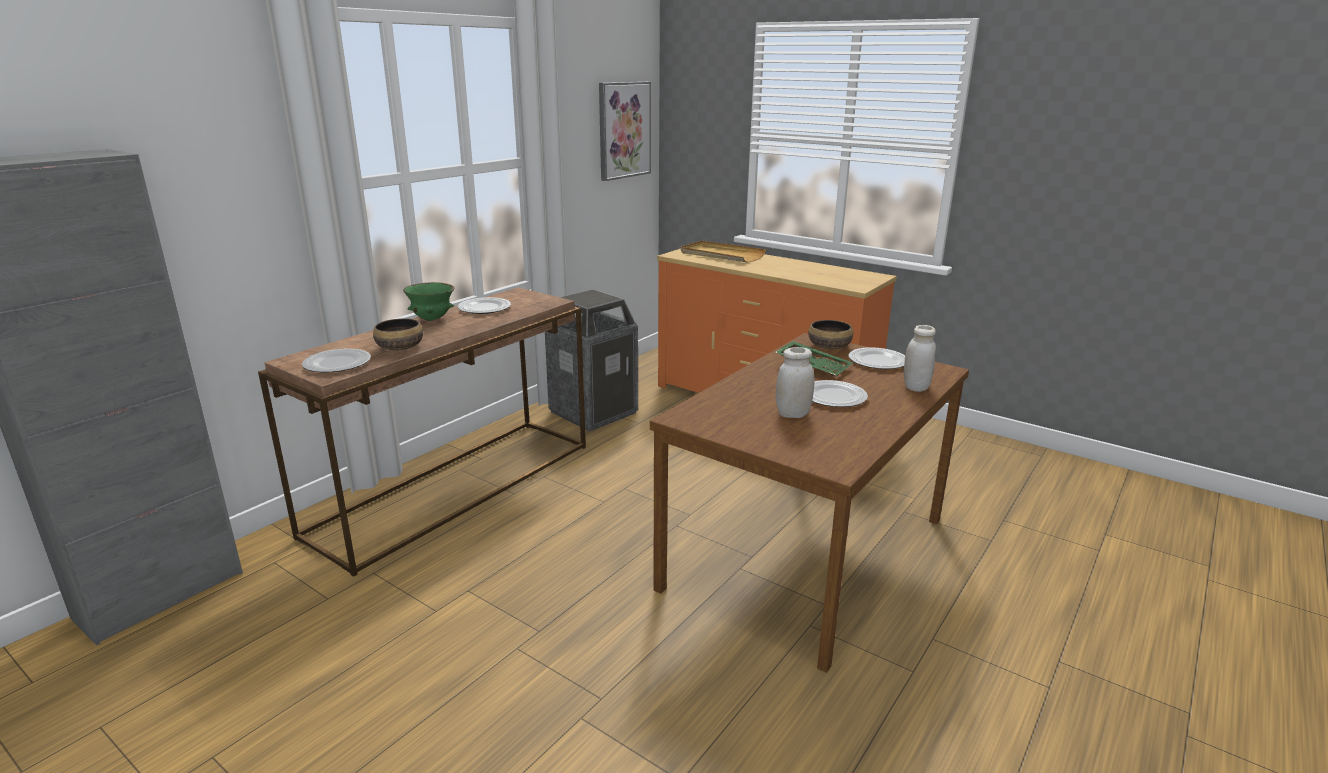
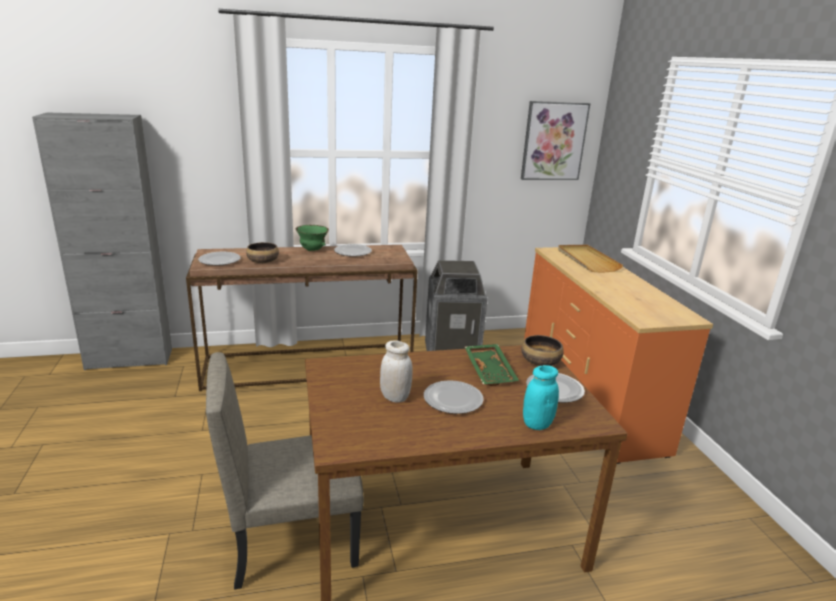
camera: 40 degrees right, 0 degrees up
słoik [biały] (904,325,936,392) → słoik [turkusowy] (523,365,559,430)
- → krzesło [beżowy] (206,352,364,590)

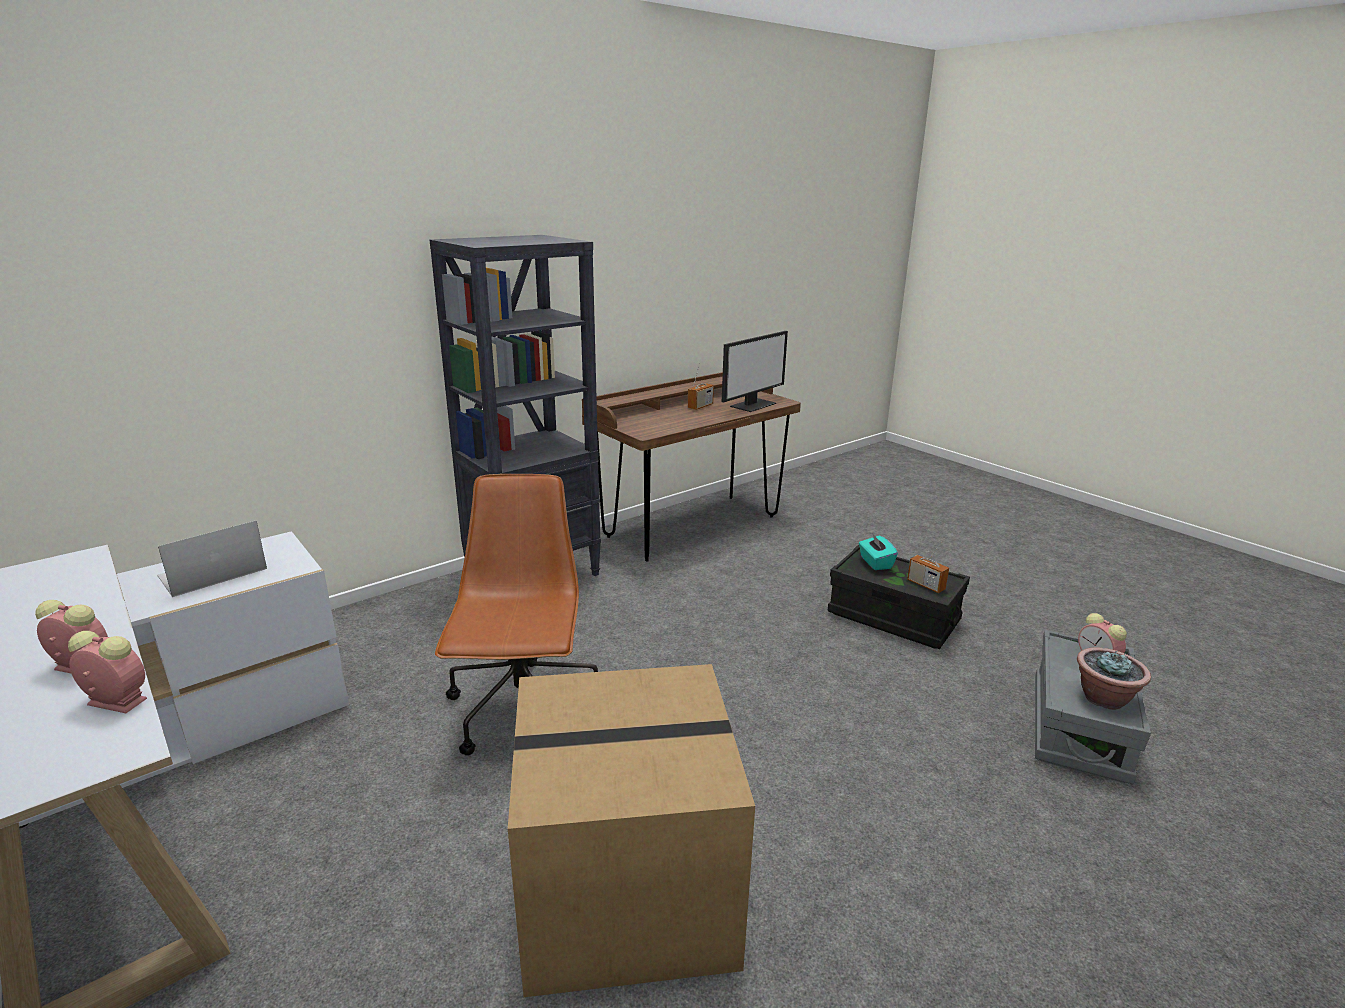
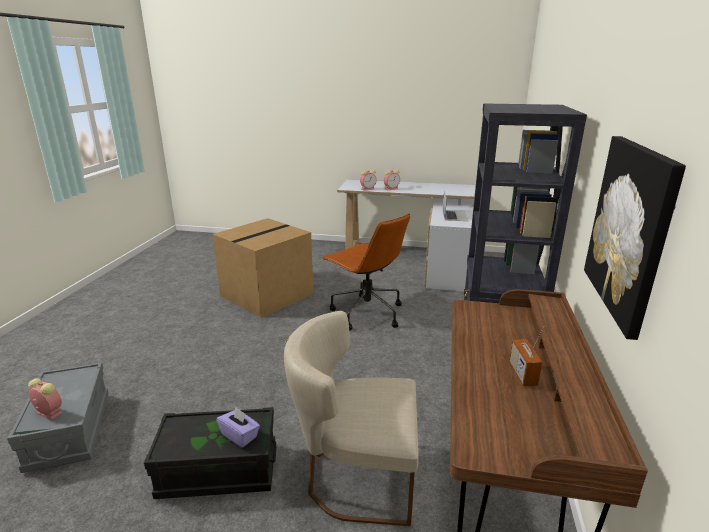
camera: 140 degrees right, 0 degrees up
monitor (722,331,788,412) → -
pudełko chusteczek [turkusowy] (859,533,898,570) → pudełko chusteczek [fioletowy] (216,406,260,448)
radio (907,538,949,593) → -
roślina doniczkowa (1077,647,1151,710) → -
- → obraz (584,136,686,340)
- → krzesło [beżowy] (284,311,419,526)

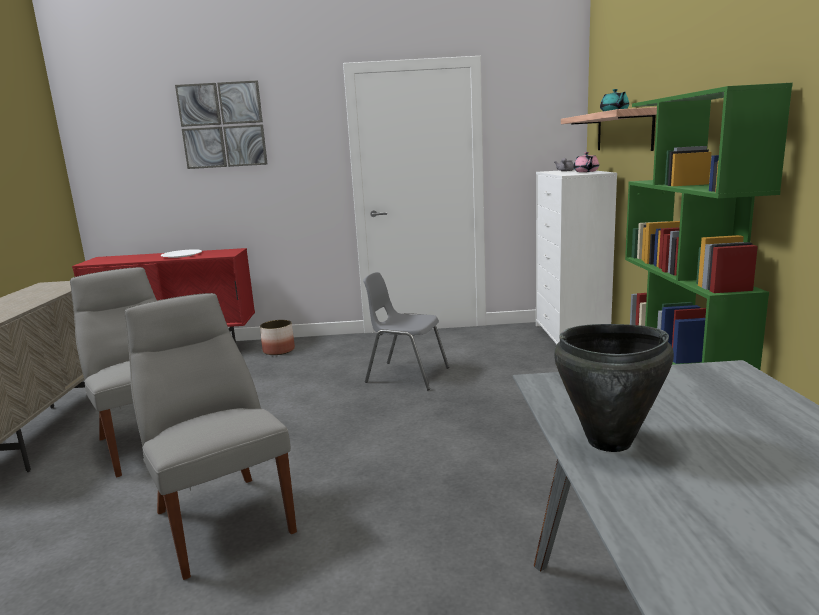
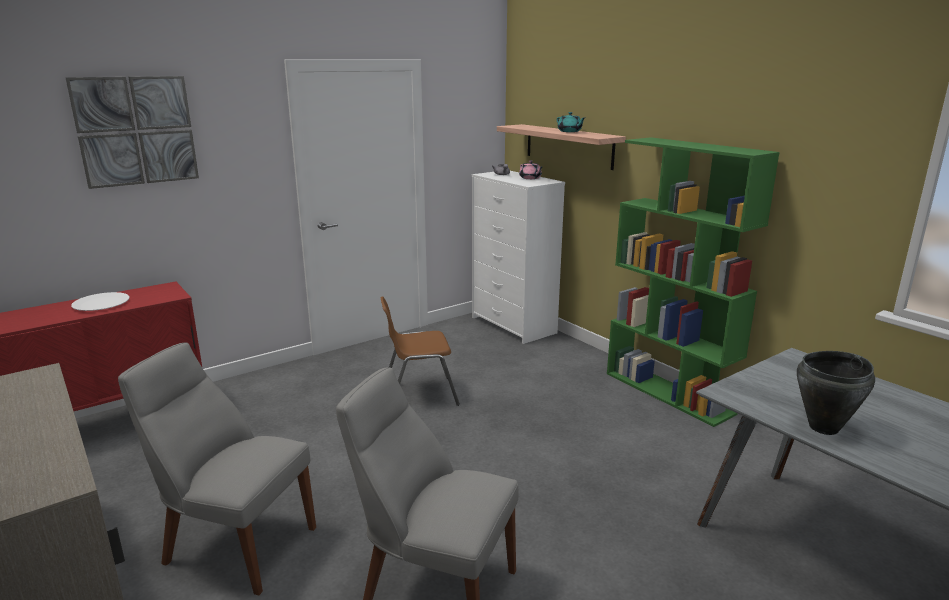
camera: 35 degrees left, 5 degrees up
krzesło [szary] (363,272,449,390) → krzesło [brązowy] (380,296,460,406)
donica (260,320,295,355) → -

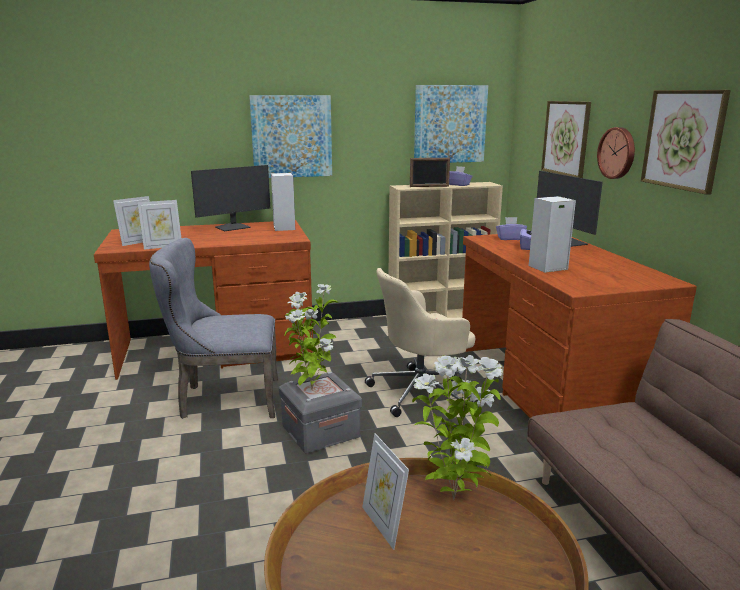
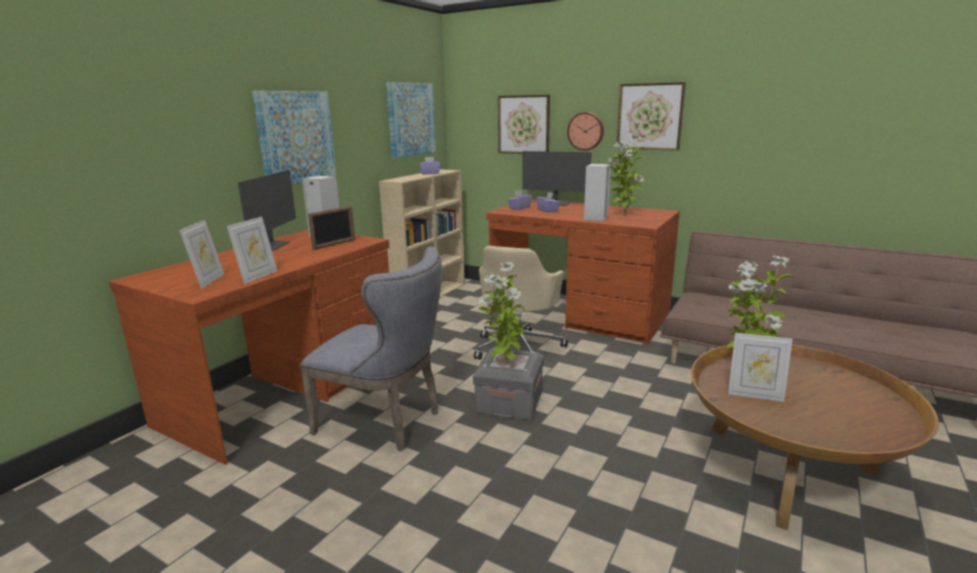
camera: 45 degrees left, 0 degrees up
ramka na zdjęcie (410,158,450,187) → ramka na zdjęcie (308,206,355,250), moved
krzesło [szary] (149,238,278,419) → krzesło [szary] (300,247,442,451), 105 degrees counterclockwise
- → roślina doniczkowa (608,135,644,214)

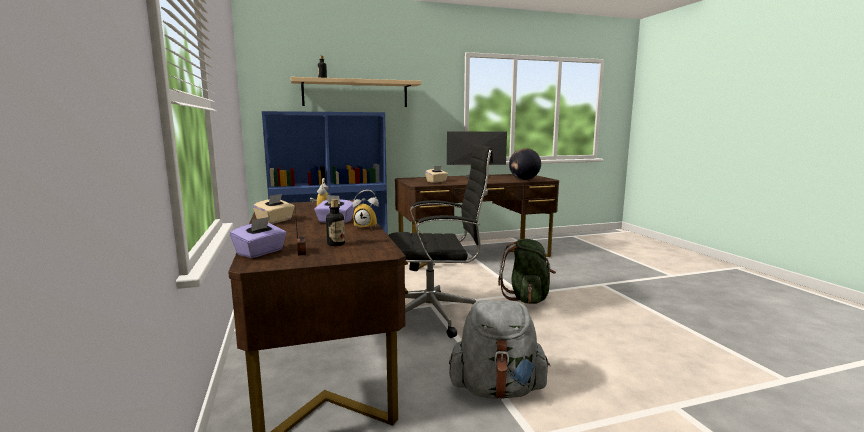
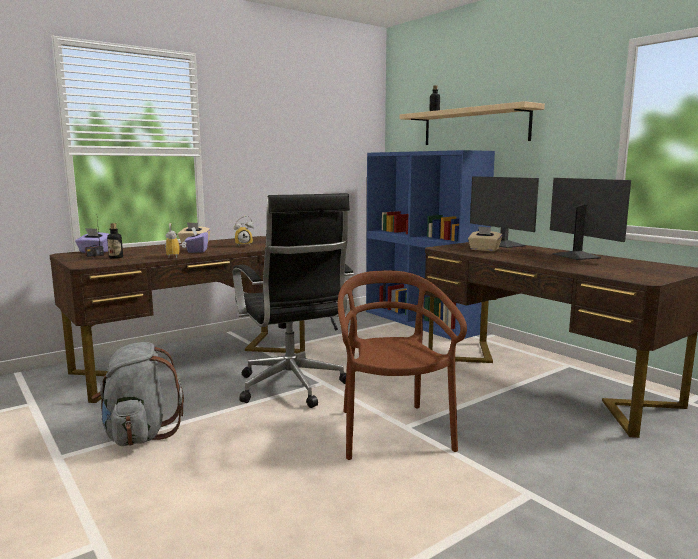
camera: 70 degrees right, 0 degrees up
globus (509,148,541,180) → -
plecak [zielony] (498,239,556,304) → krzesło [brązowy] (338,271,467,460)
- → monitor (470,176,539,248)

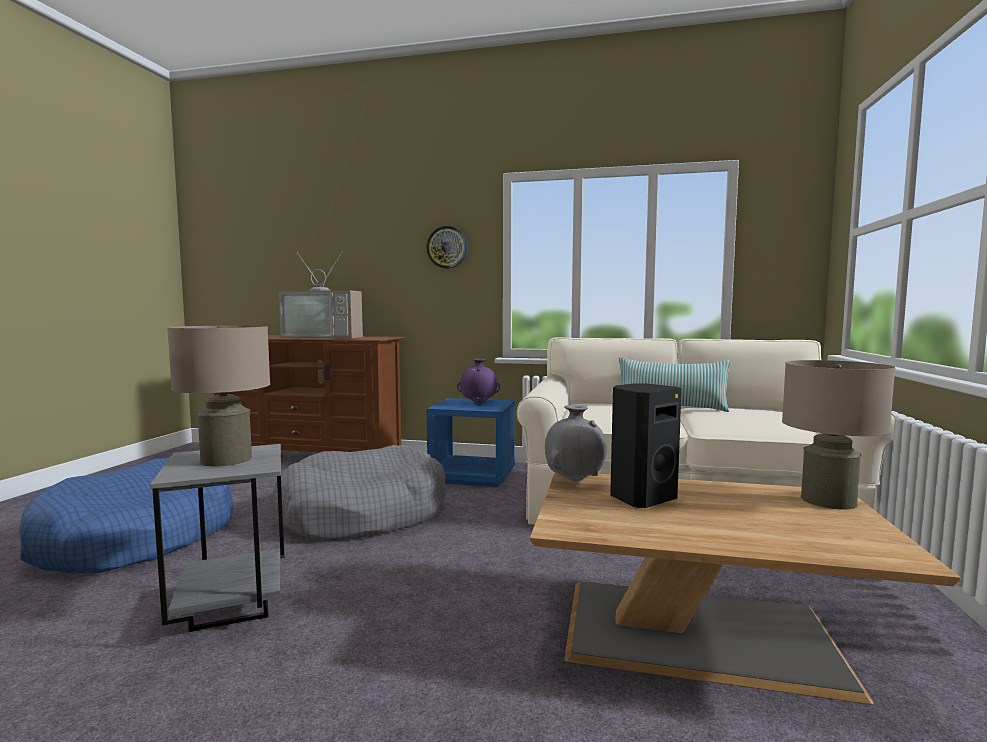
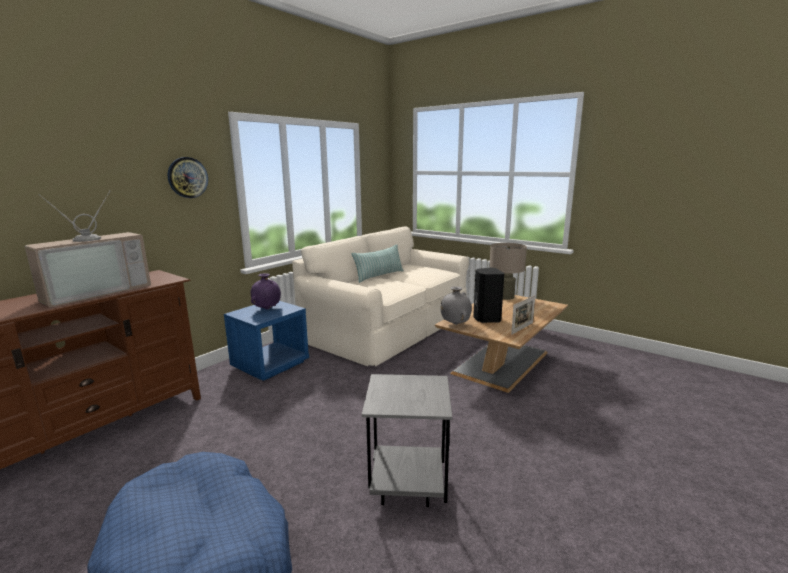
camera: 65 degrees left, 10 degrees up
lampa stołowa [beżowy] (167,326,270,466) → -
legowisko [szary] (272,445,446,540) → -
- → ramka na zdjęcie (511,295,535,334)

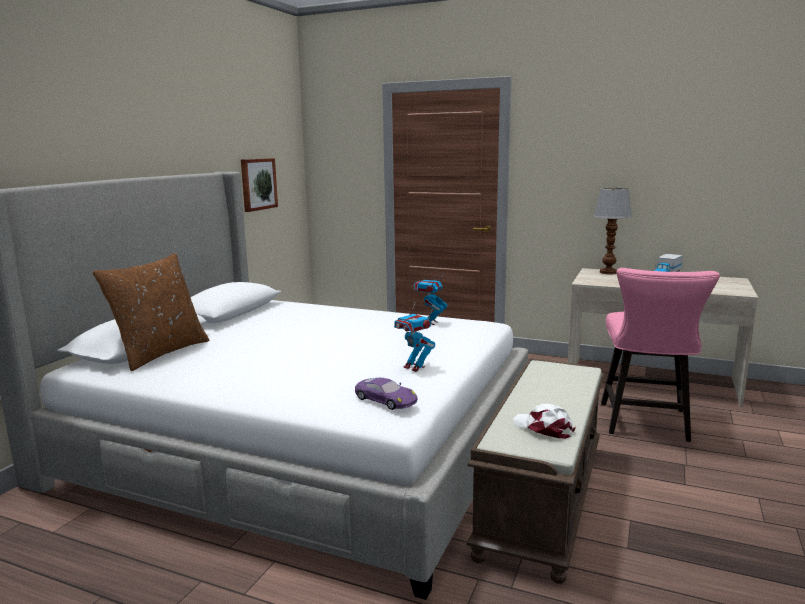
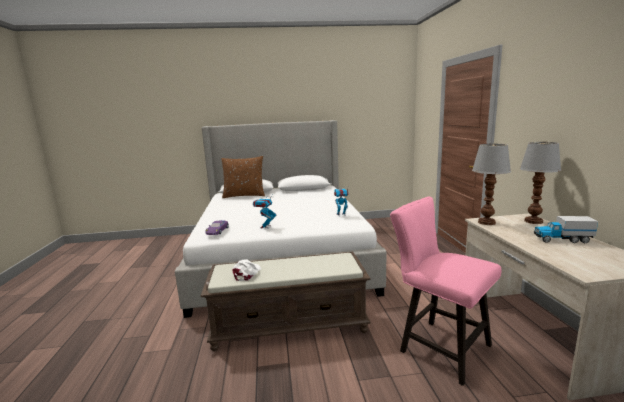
camera: 60 degrees right, 0 degrees up
obraz (241,158,278,212) → -
krzesło [różowy] (601,268,720,442) → krzesło [różowy] (390,197,502,386), 60 degrees clockwise
- → lampa stołowa (472,144,511,225)

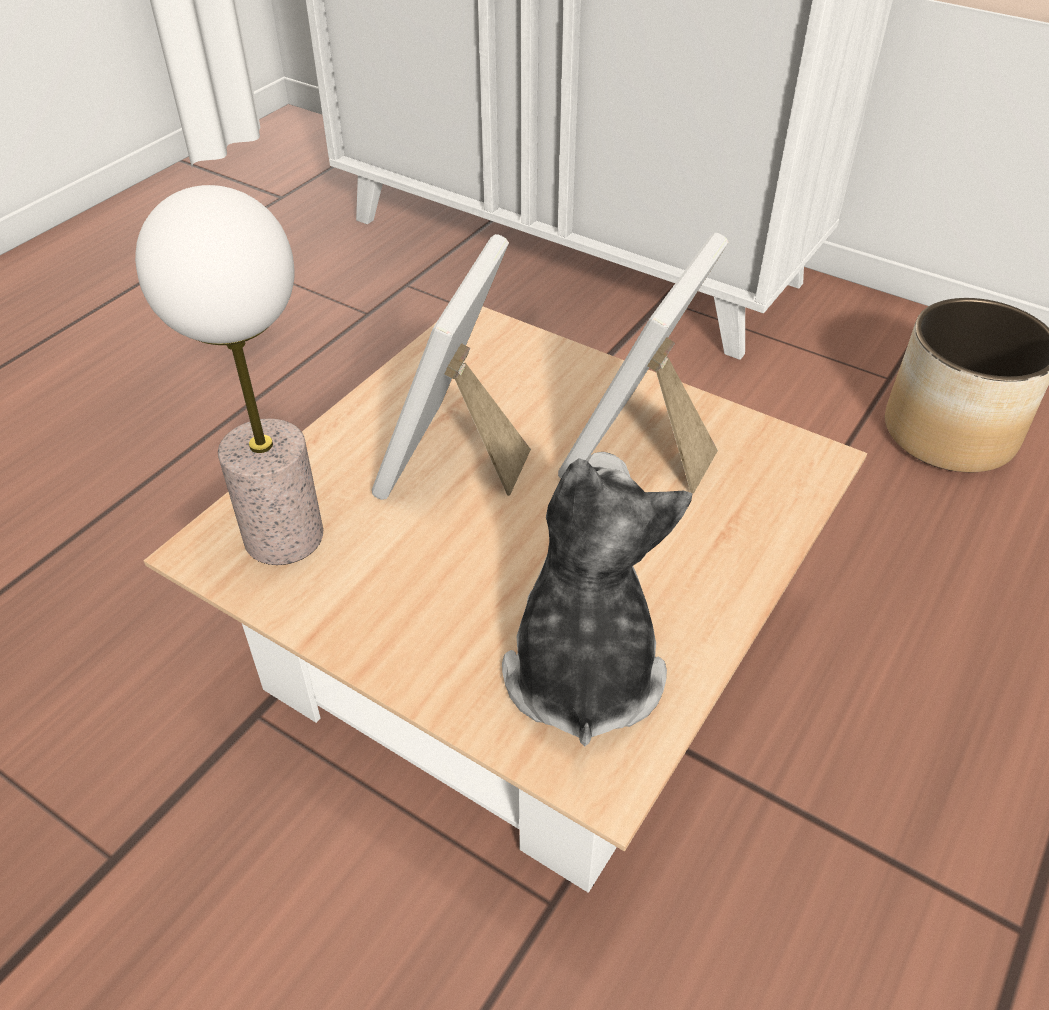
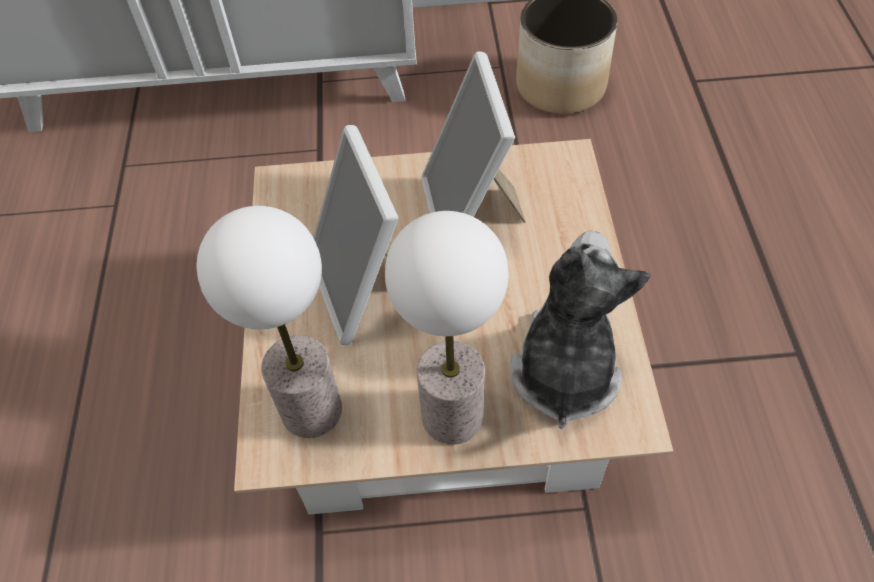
camera: 35 degrees left, 10 degrees up
pluszak (502,452,693,746) → pluszak (510,231,651,429), 45 degrees clockwise
- → lampa stołowa (385,211,509,445)

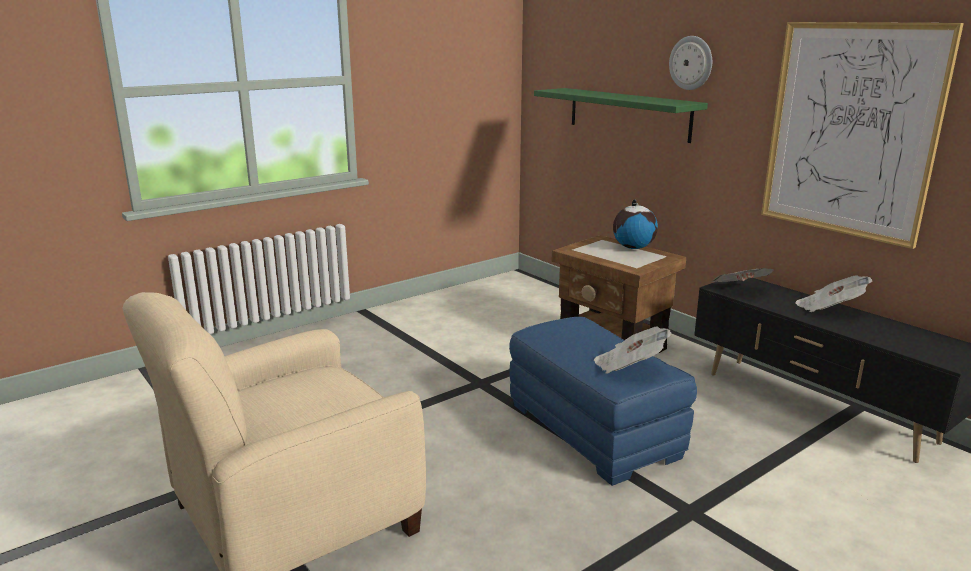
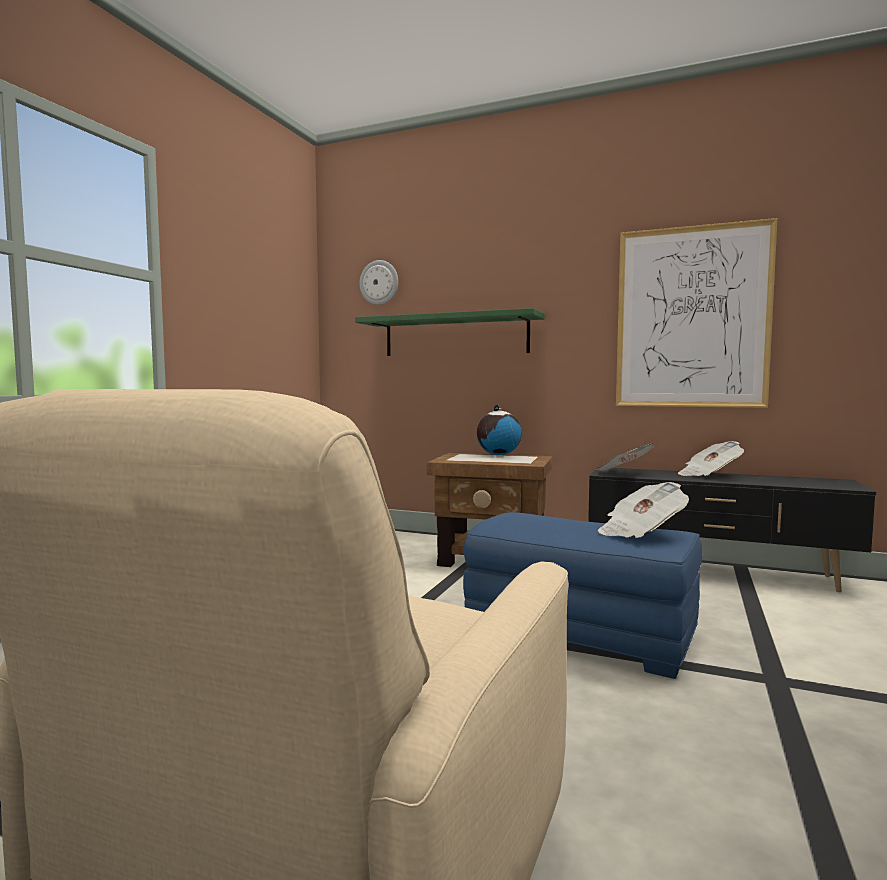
camera: 30 degrees left, 15 degrees down
zegar ścienny (669,36,712,90) → zegar ścienny (359,260,398,305), moved

